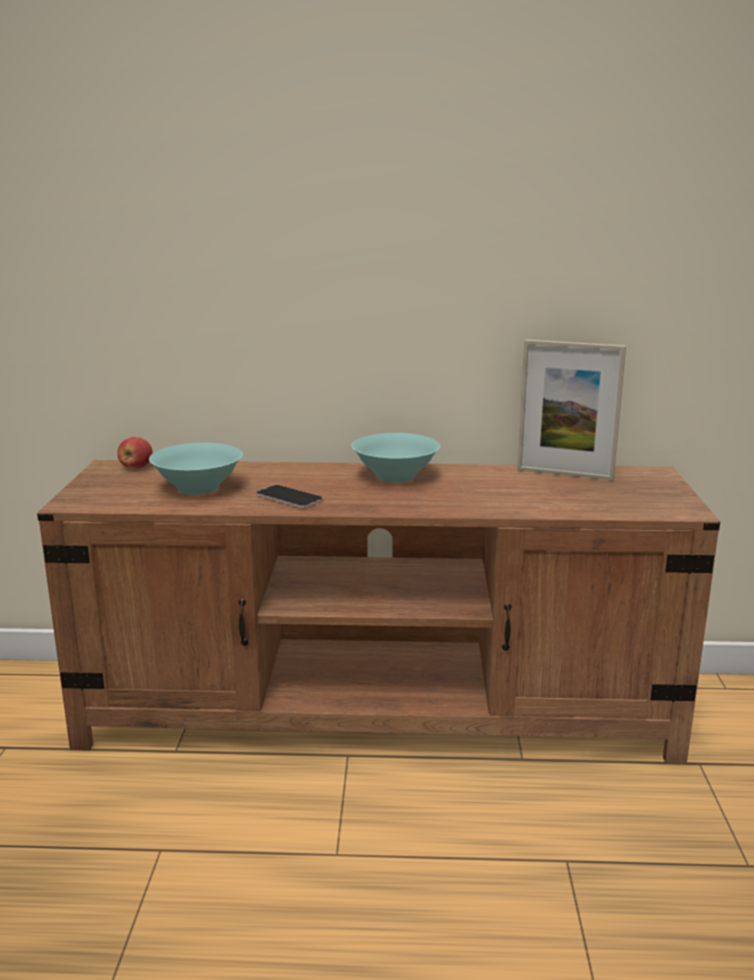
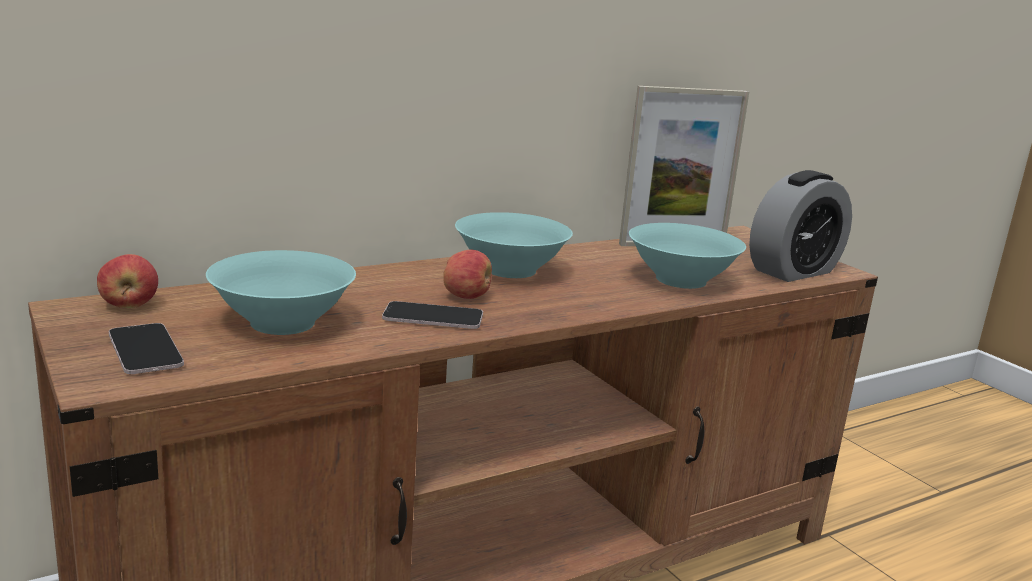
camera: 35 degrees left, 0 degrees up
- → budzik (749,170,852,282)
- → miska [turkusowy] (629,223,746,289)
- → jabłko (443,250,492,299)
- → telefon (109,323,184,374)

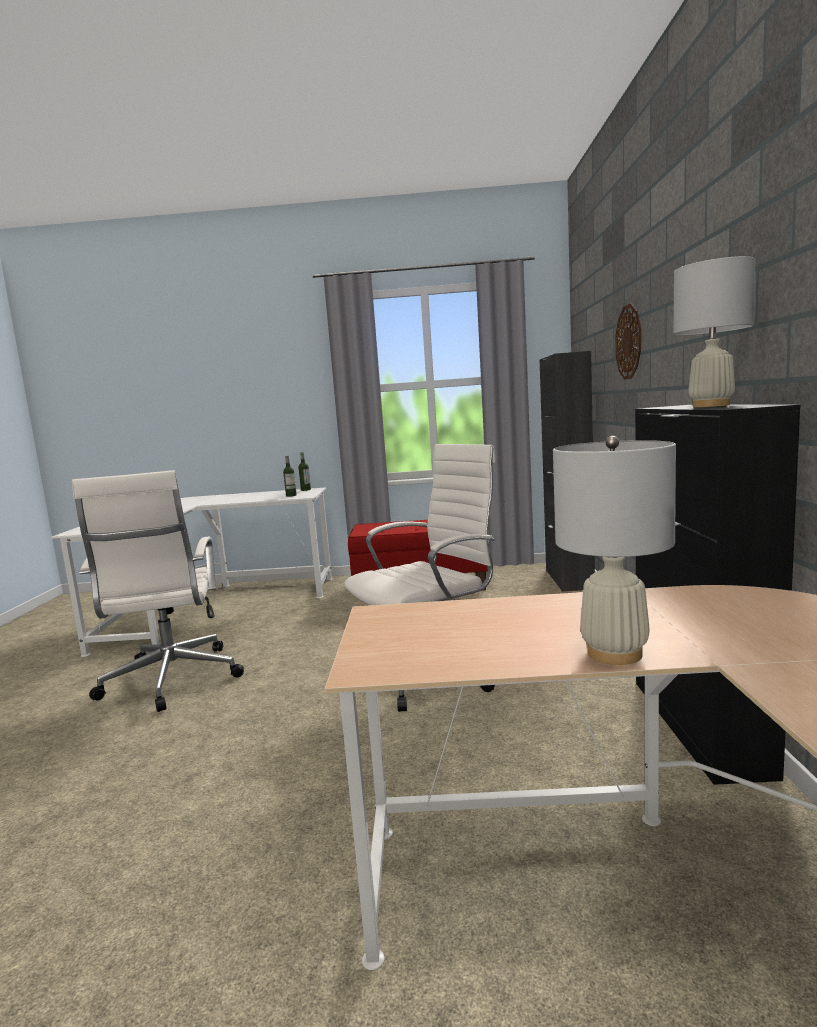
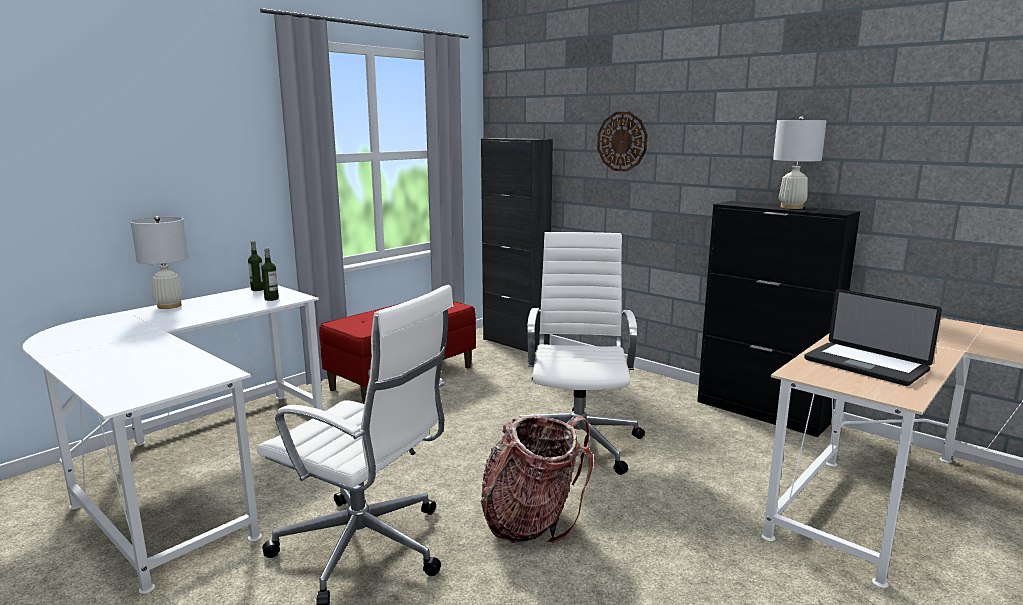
camera: 50 degrees left, 5 degrees up
lampa stołowa [biały] (553,436,676,665) → lampa stołowa [biały] (131,216,188,309), moved
- → laptop (804,289,942,386)
- → plecak (481,415,593,543)

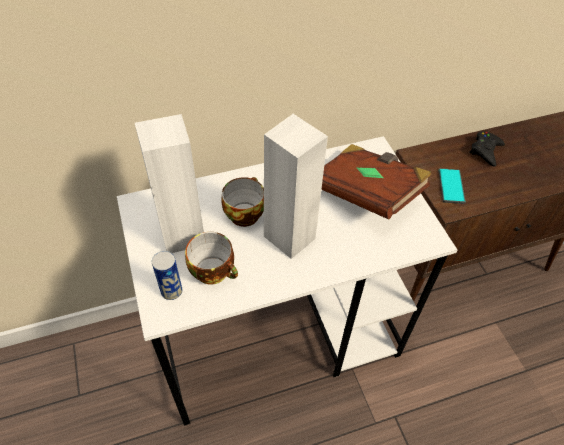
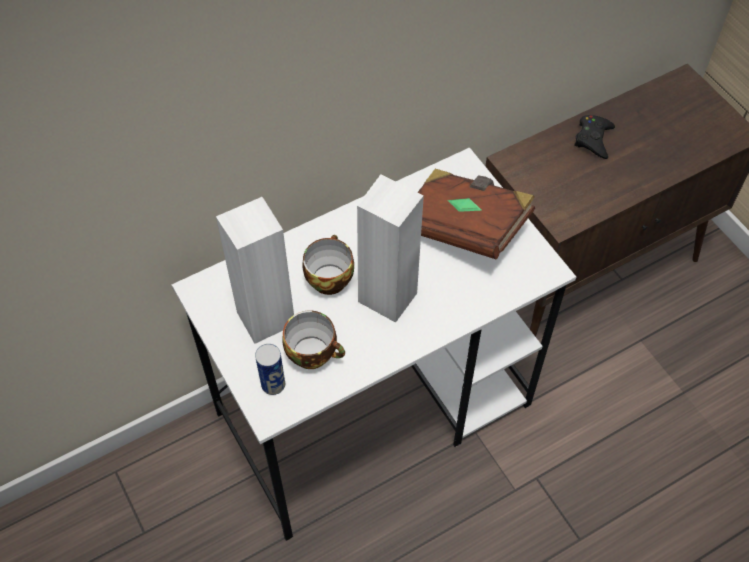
camera: 10 degrees left, 5 degrees up
telefon (439,168,466,204) → -

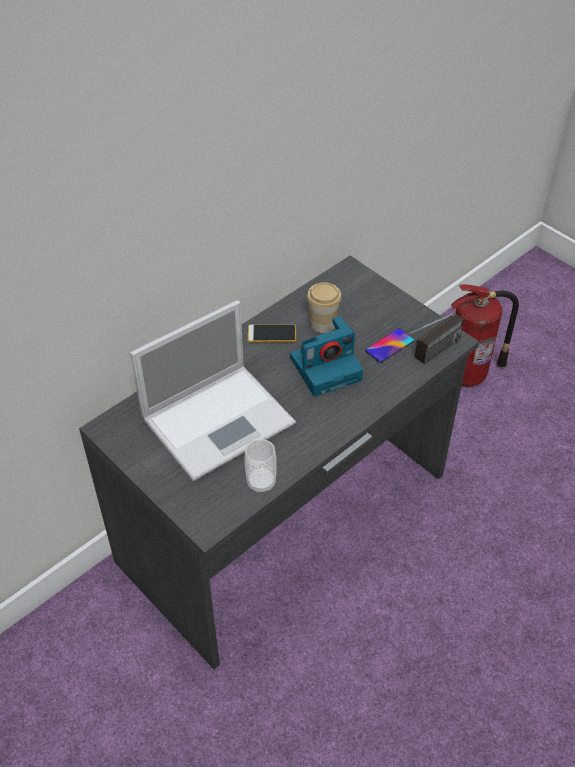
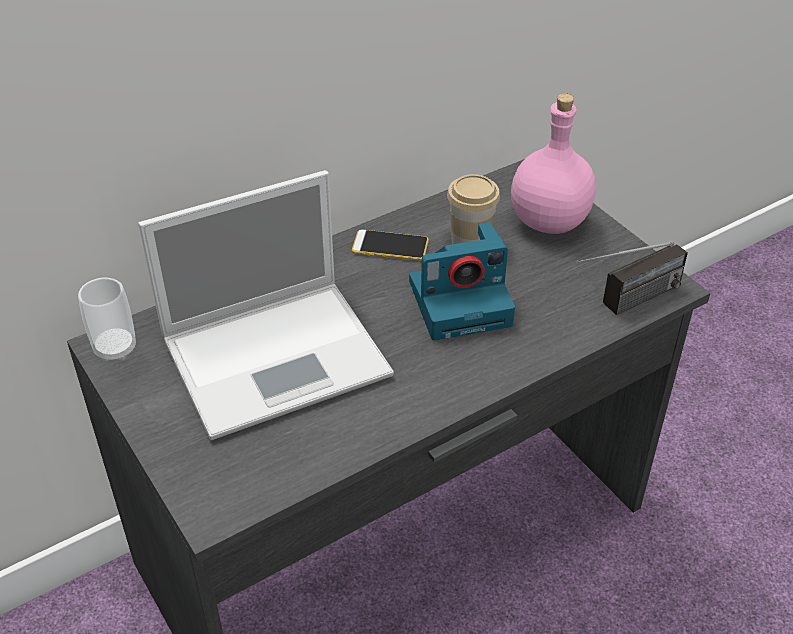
camera: 10 degrees right, 5 degrees down
gaśnica (451,284,519,386) → -
telefon (365,328,414,363) → -
filiżanka (245,439,277,493) → filiżanka (78,277,136,362), moved
- → butelka [różowy] (511,94,596,234)

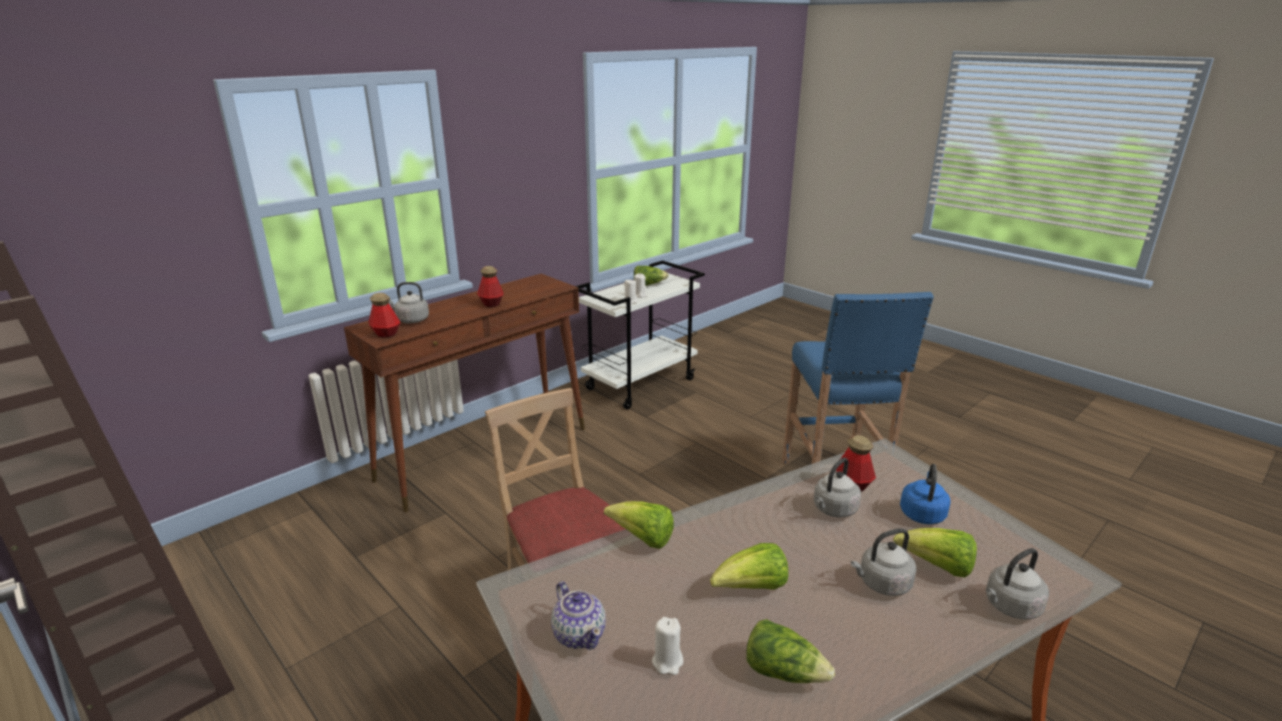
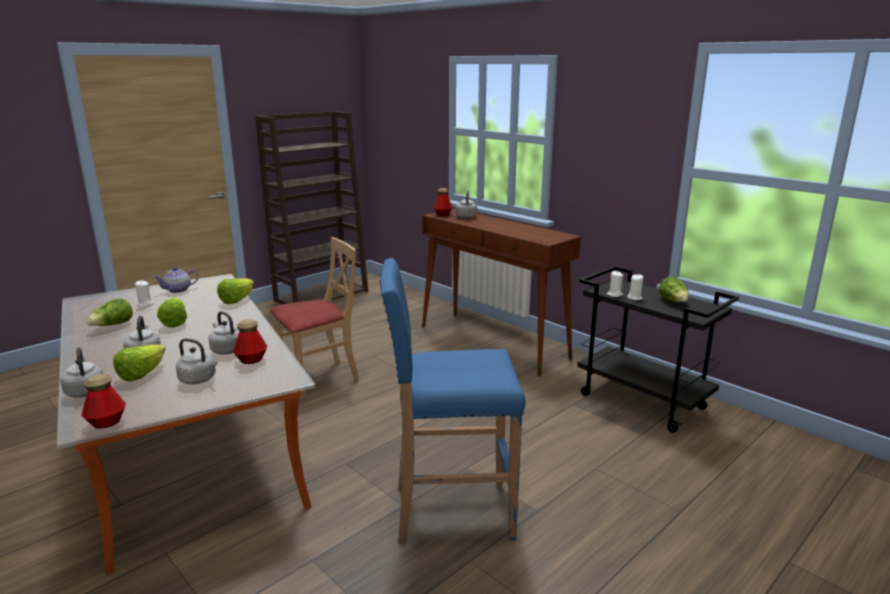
camera: 90 degrees right, 5 degrees down
wózek [biały] (576,260,705,410) → wózek [czarny] (577,266,739,433)
butelka (477,266,504,307) → butelka (81,374,126,429), moved
czajnik [niebieski] (900,464,951,524) → czajnik [szary] (176,338,217,384)

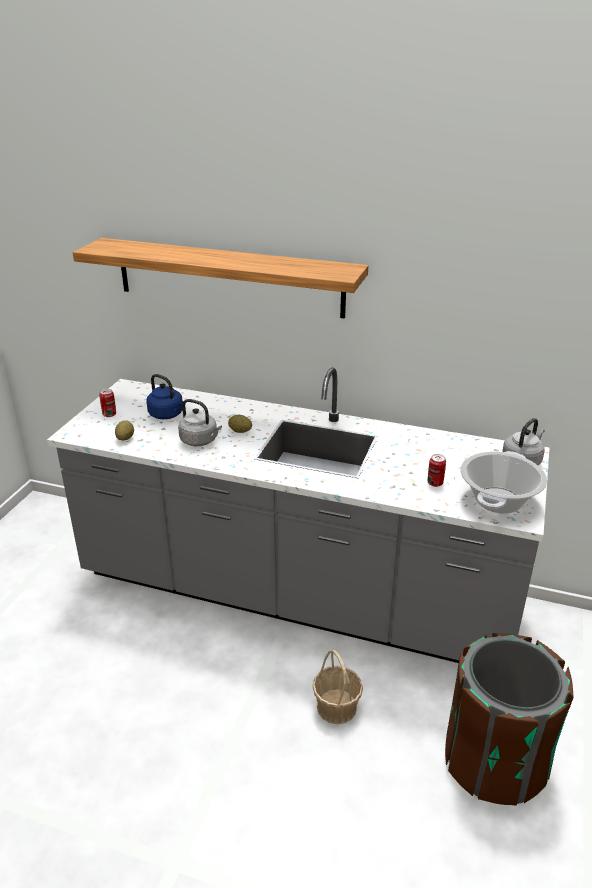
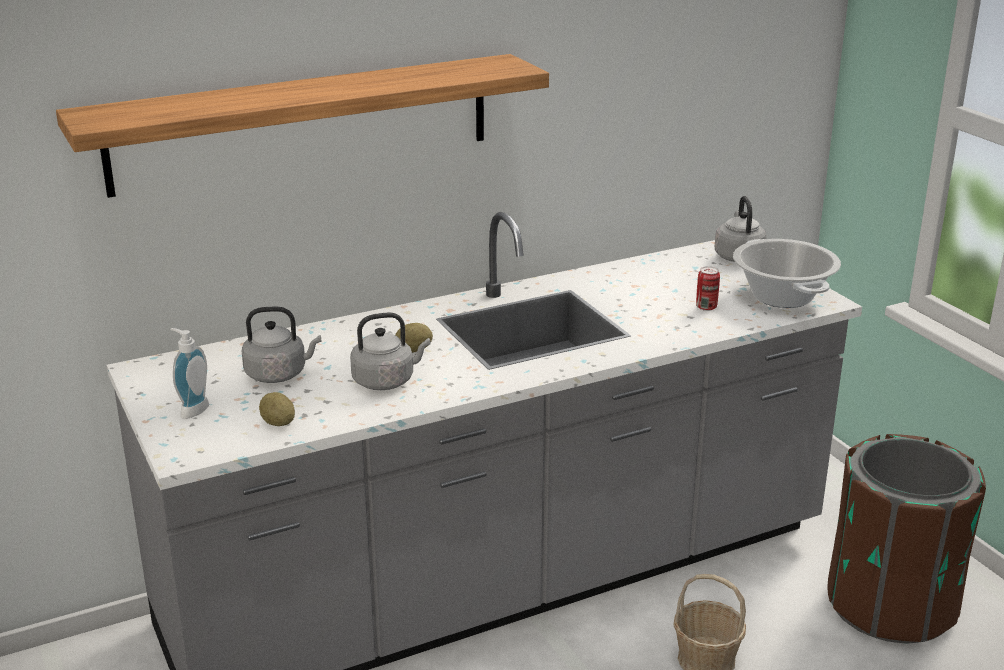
camera: 45 degrees left, 5 degrees down
czajnik [niebieski] (147,374,184,419) → czajnik [szary] (241,307,321,383)
puszka (99,389,116,417) → dozownik mydła (170,328,209,419)

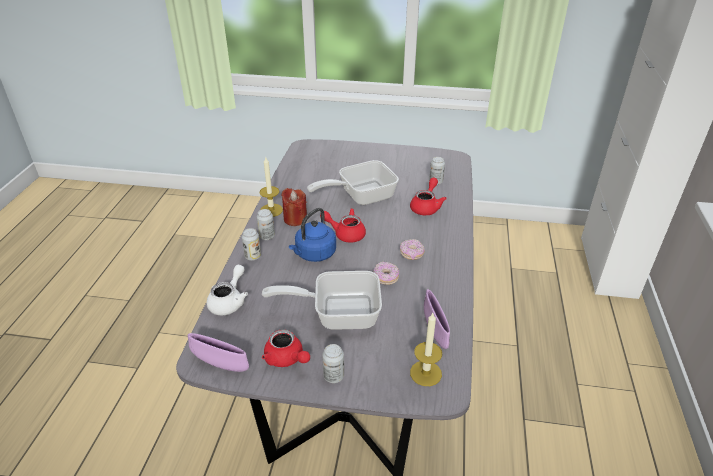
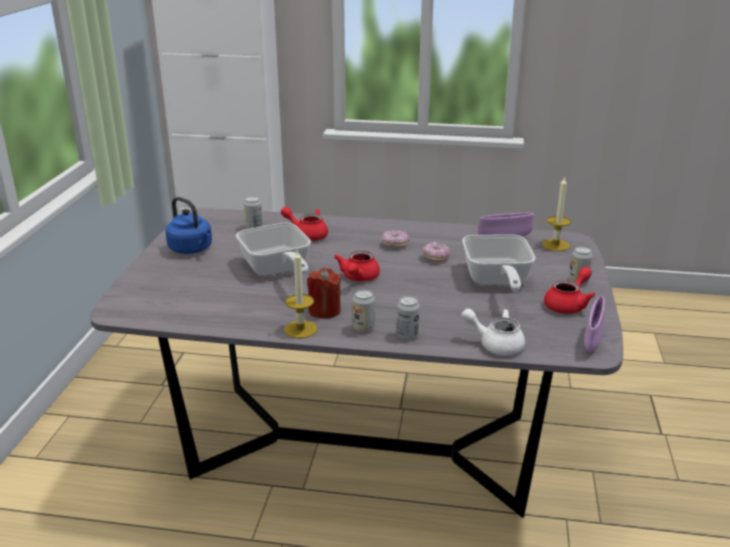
camera: 90 degrees left, 10 degrees down
czajnik [niebieski] (289,208,336,262) → czajnik [niebieski] (165,197,212,254), moved

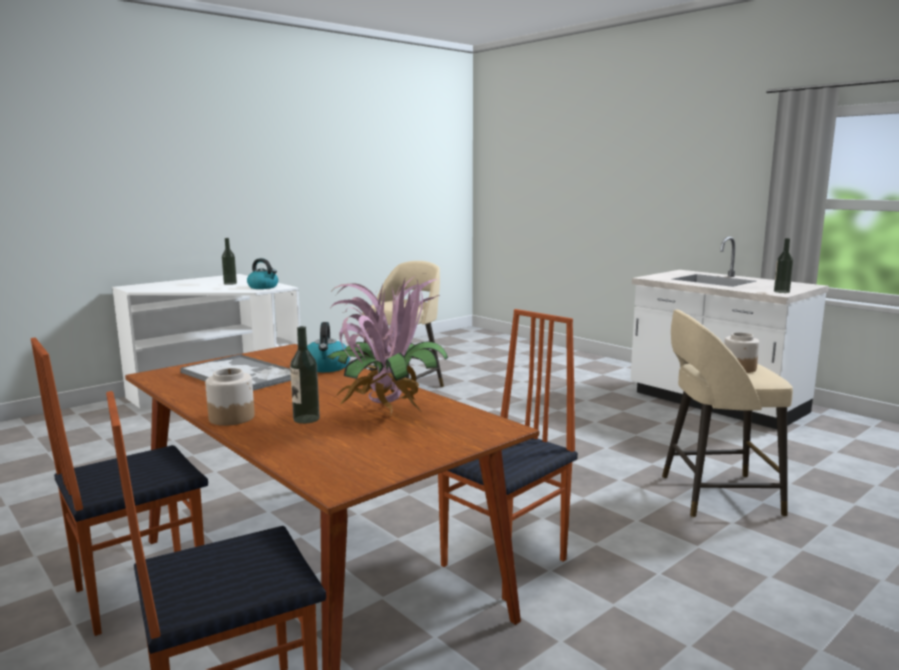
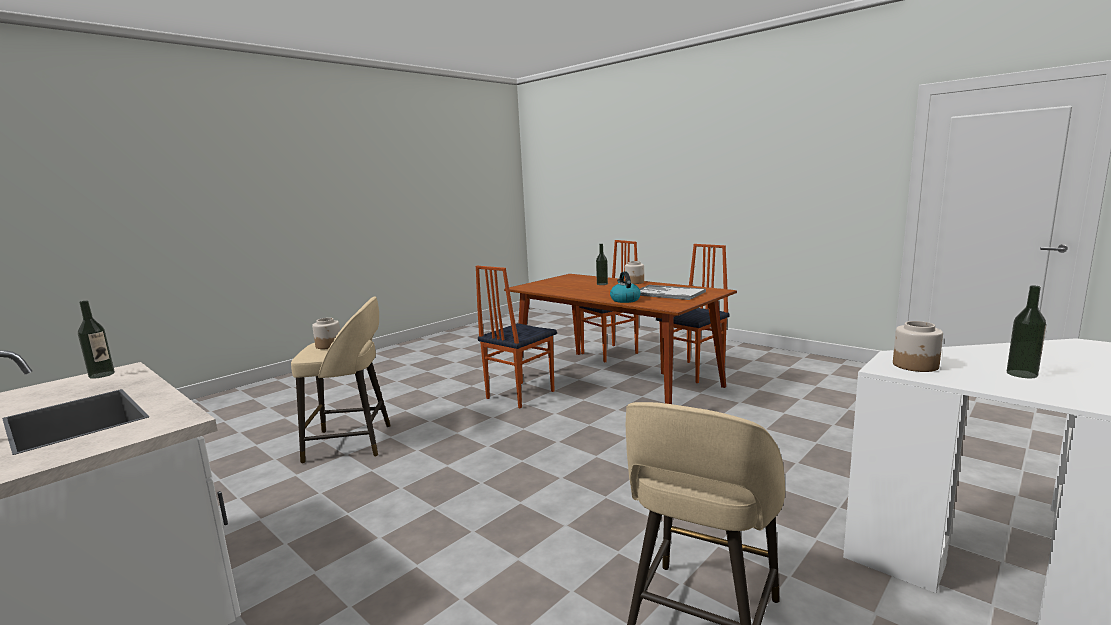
camera: 175 degrees right, 0 degrees up
czajnik (247,258,278,289) → słoik (893,321,943,372)
roślina doniczkowa (327,273,448,414) → -

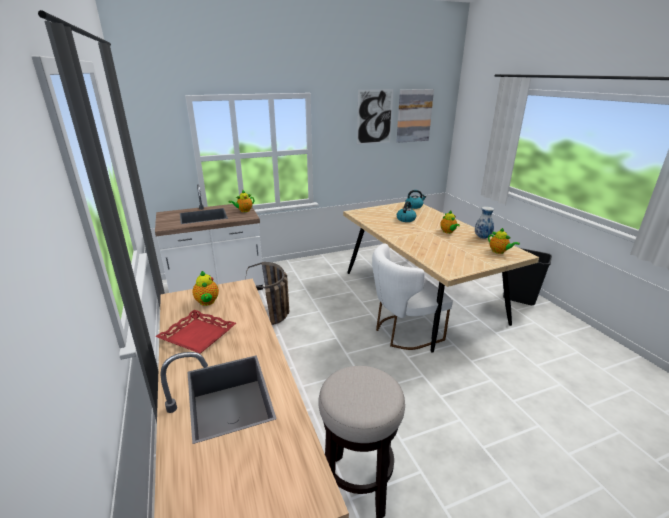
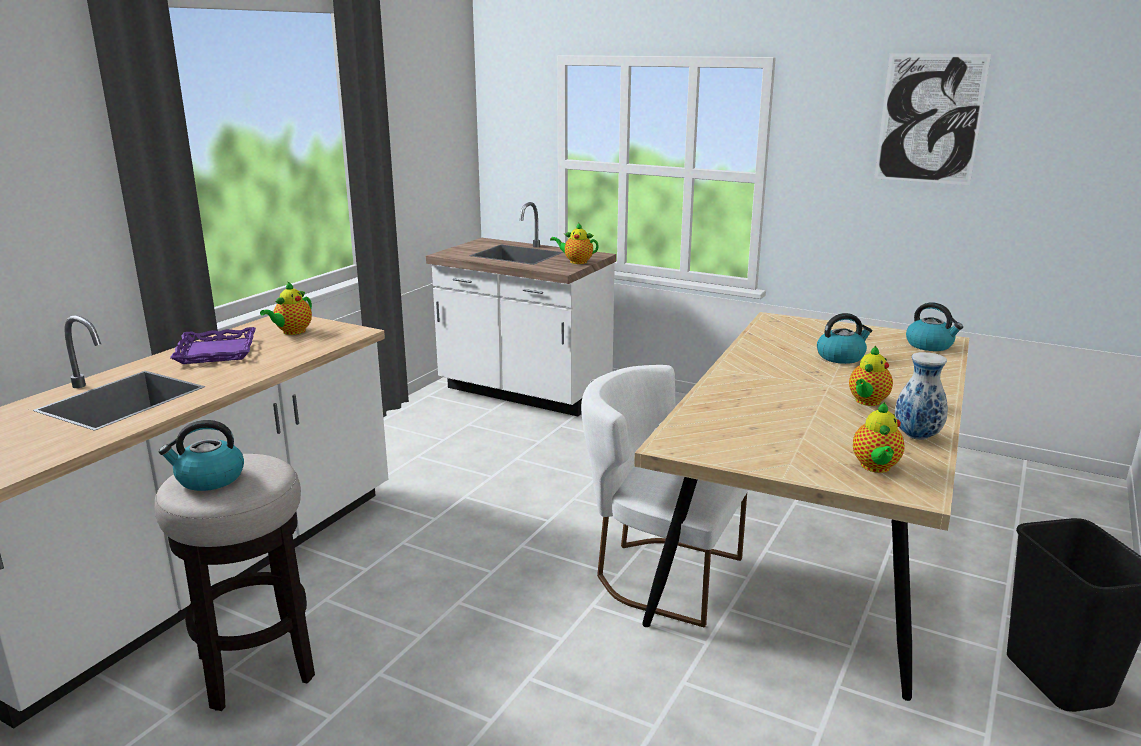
camera: 50 degrees right, 5 degrees down
obraz (396,89,434,143) → -
koszyk (246,262,289,325) → -
taca [czerwony] (155,310,236,354) → taca [fioletowy] (170,327,256,364)
- → czajnik (159,420,244,491)

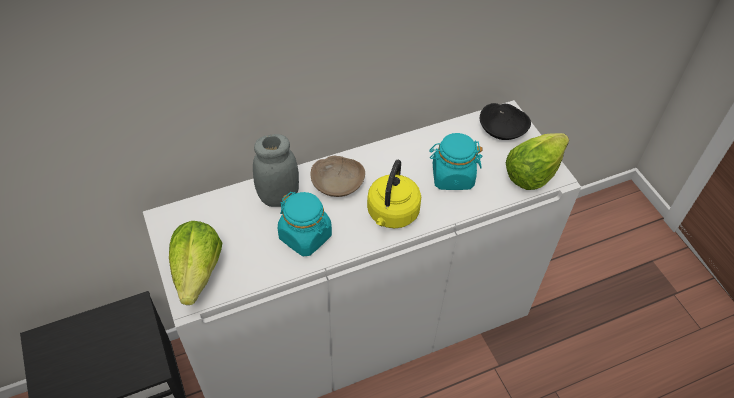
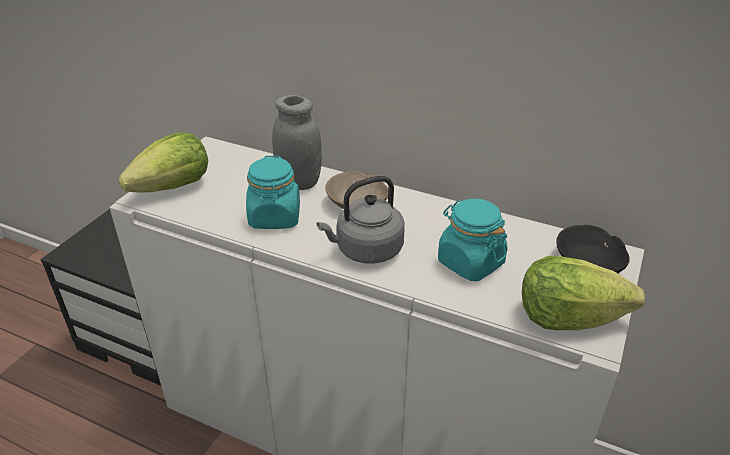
camera: 50 degrees right, 15 degrees down
czajnik [żółty] (367,160,421,229) → czajnik [szary] (317,176,405,264)

